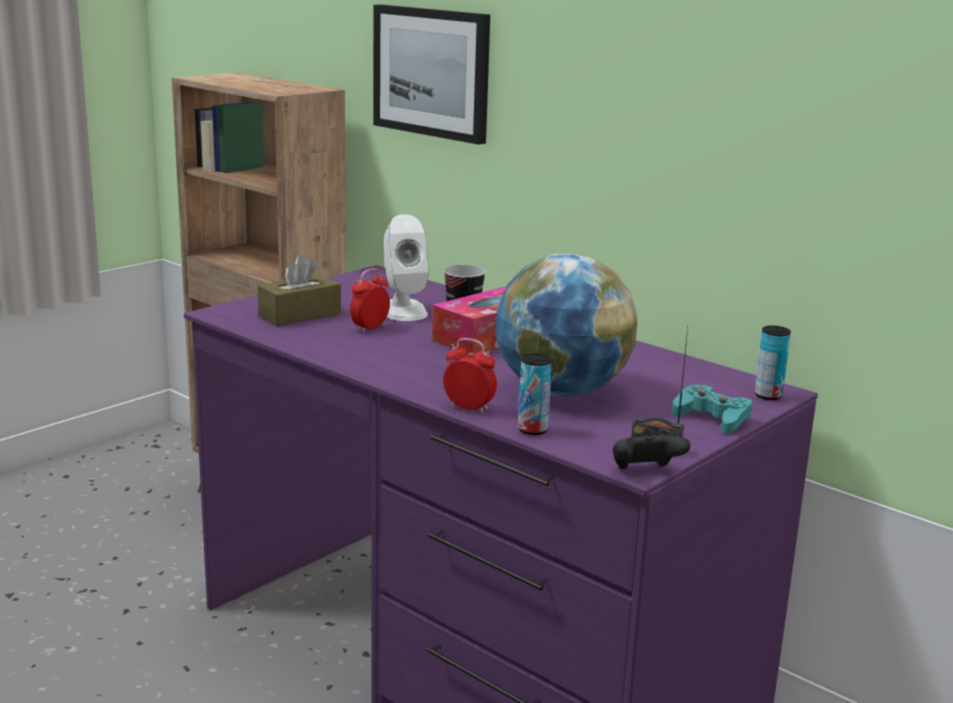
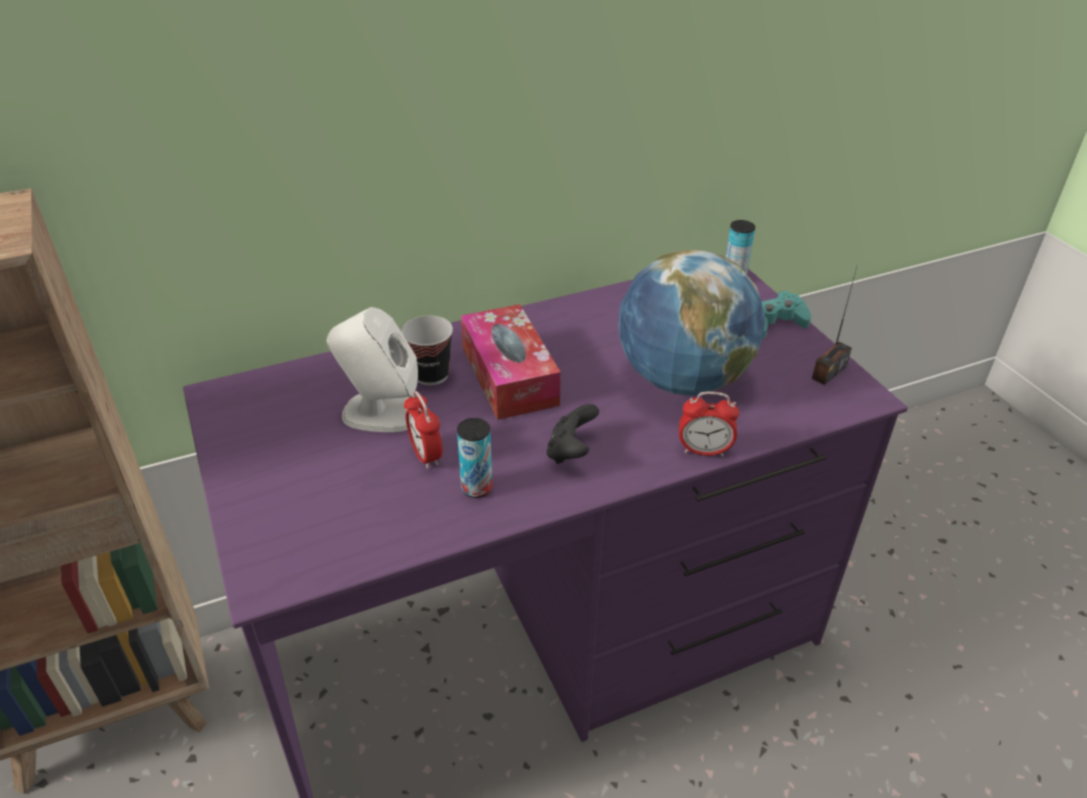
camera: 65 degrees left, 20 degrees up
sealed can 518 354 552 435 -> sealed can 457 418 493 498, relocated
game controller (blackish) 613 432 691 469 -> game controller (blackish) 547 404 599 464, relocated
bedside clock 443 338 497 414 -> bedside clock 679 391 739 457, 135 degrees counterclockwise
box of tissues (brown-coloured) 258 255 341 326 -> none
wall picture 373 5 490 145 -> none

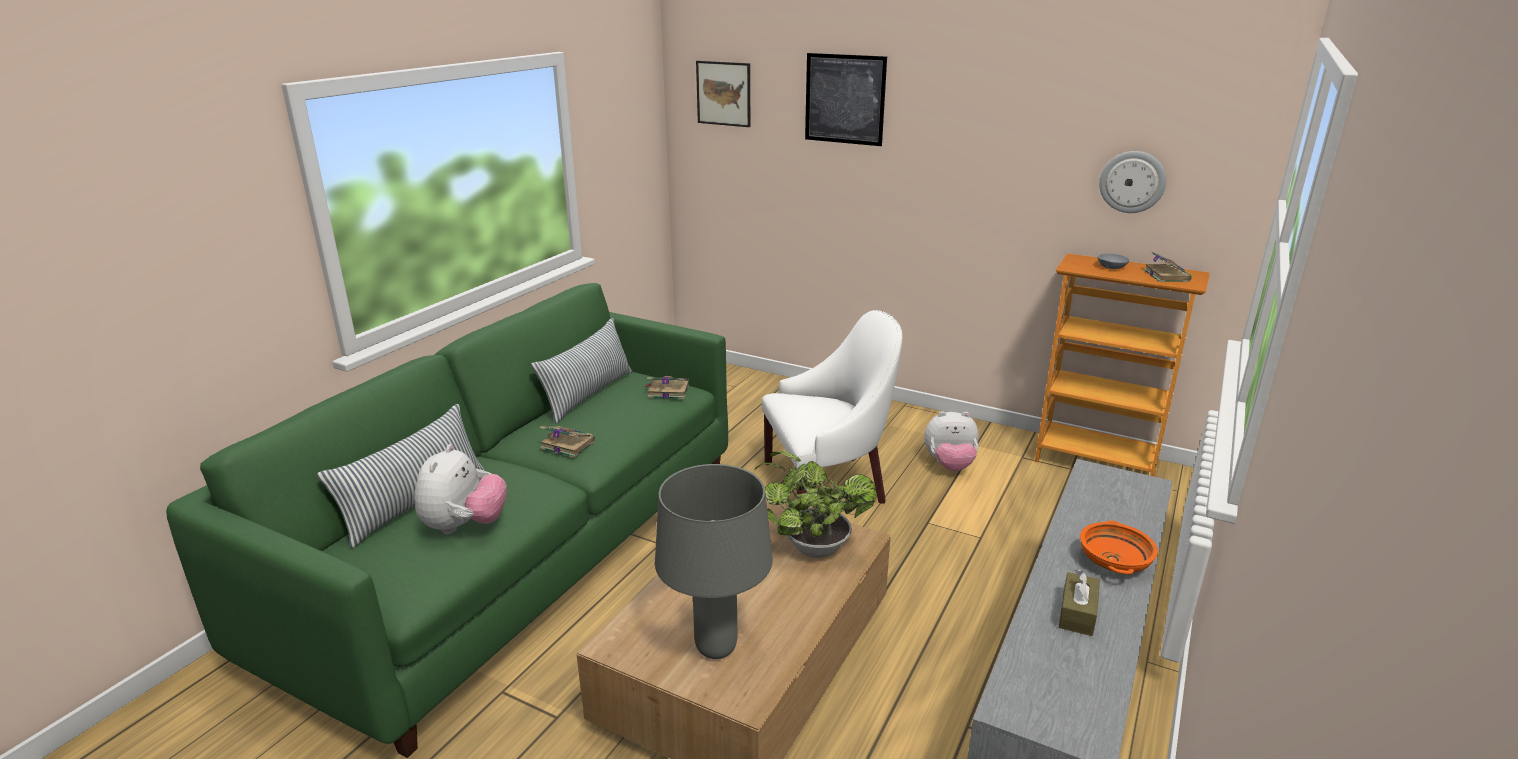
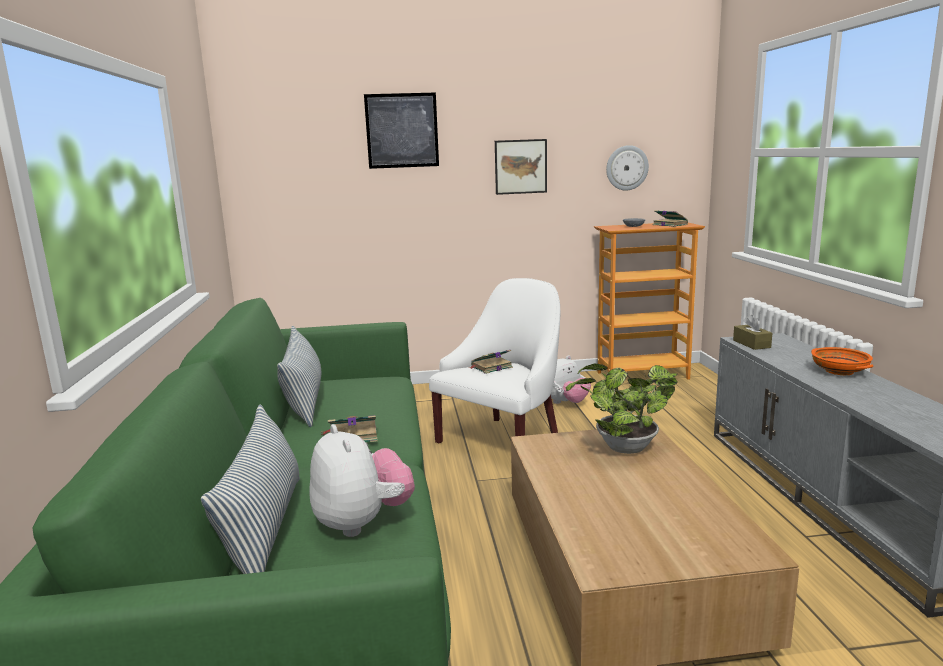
camera: 35 degrees left, 10 degrees down
book 644 376 689 399 -> book 468 350 513 374, relocated
wall picture 696 61 750 127 -> wall picture 495 139 547 195, relocated
box of tissues (brown-coloured) 1059 569 1100 636 -> box of tissues (brown-coloured) 733 315 772 350, relocated
tabletop lamp (gray) 655 464 773 659 -> none

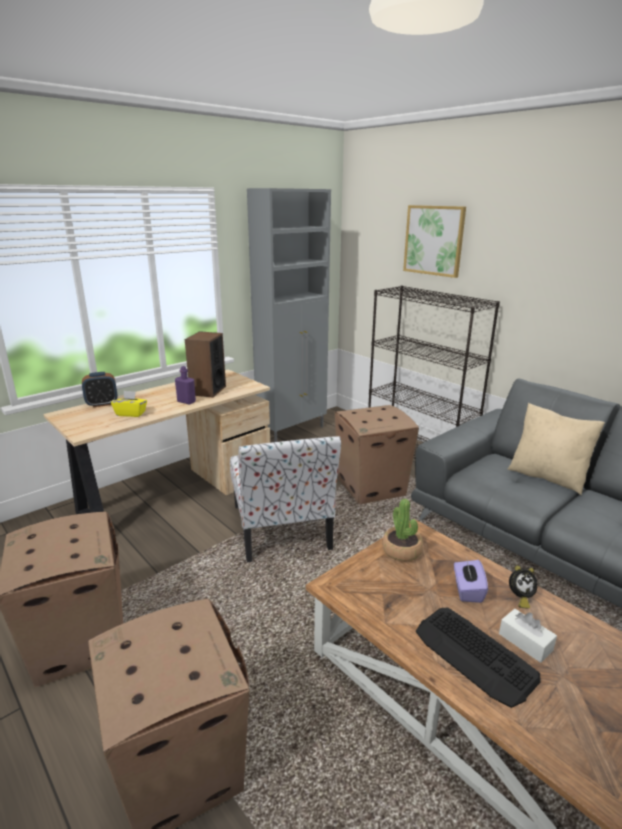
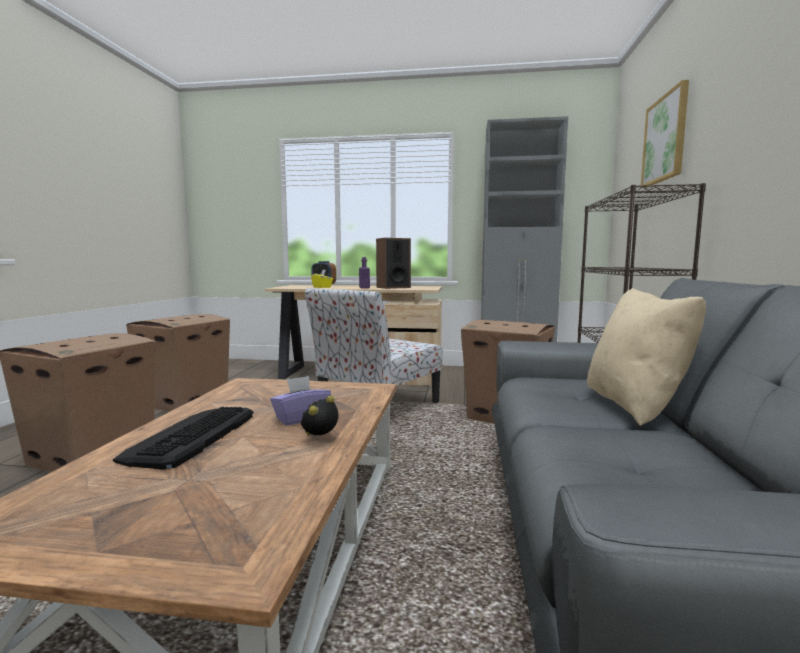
camera: 50 degrees right, 15 degrees down
bedside clock 509 566 538 609 -> bedside clock 301 395 338 435, 90 degrees clockwise
potted plant 382 499 423 561 -> none
box of tissues (white) 499 609 557 663 -> none

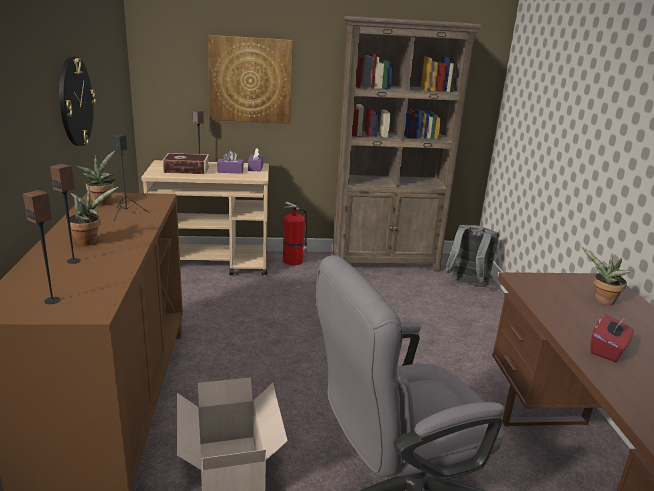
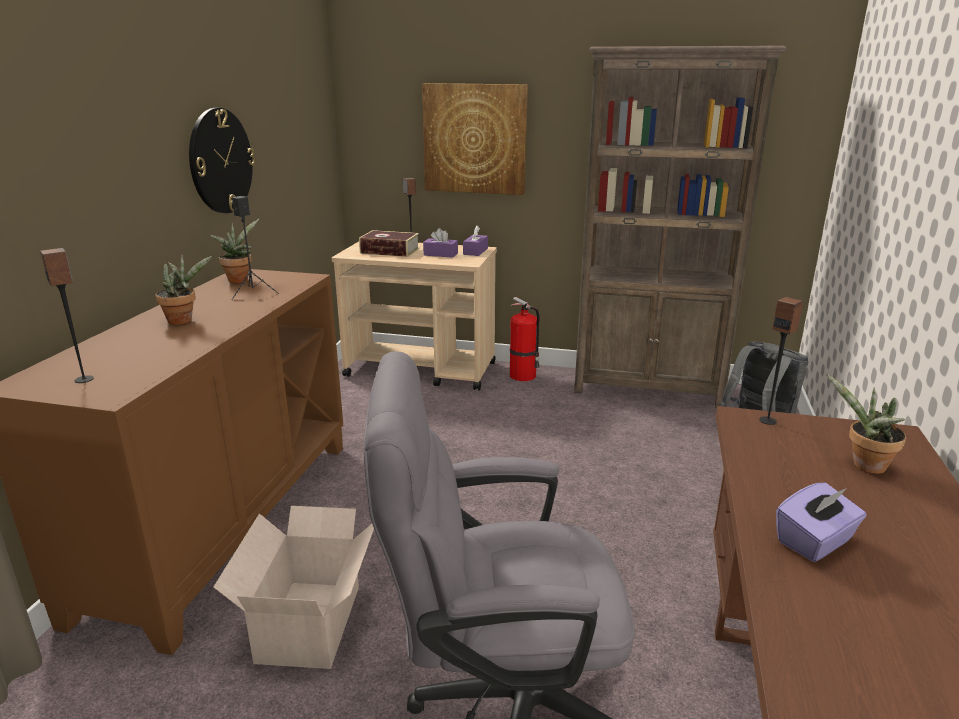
camera: 20 degrees right, 0 degrees up
audio speaker 50 164 81 264 -> audio speaker 759 297 803 425, relocated
box of tissues (red-coloured) 590 314 634 362 -> box of tissues (purplish) 776 483 867 562

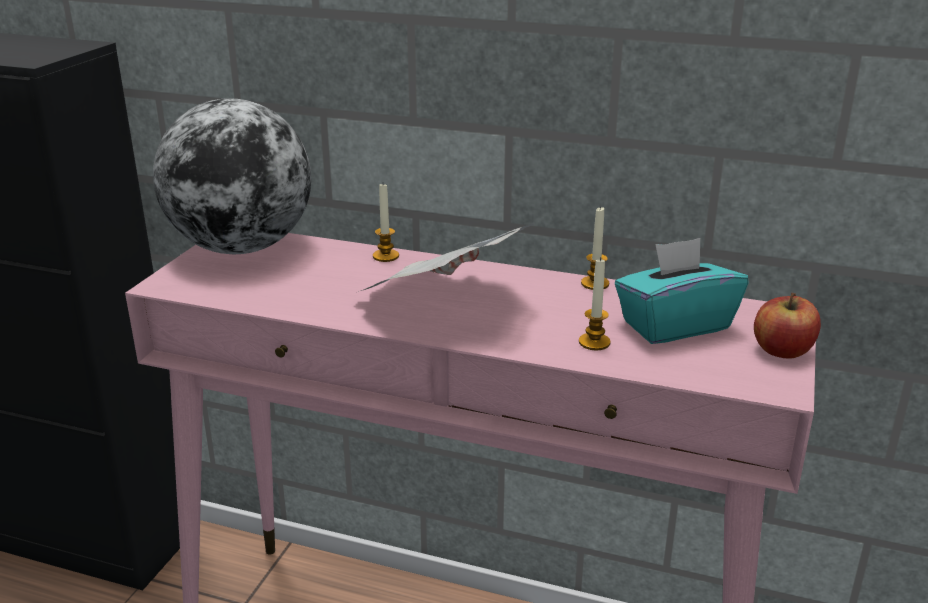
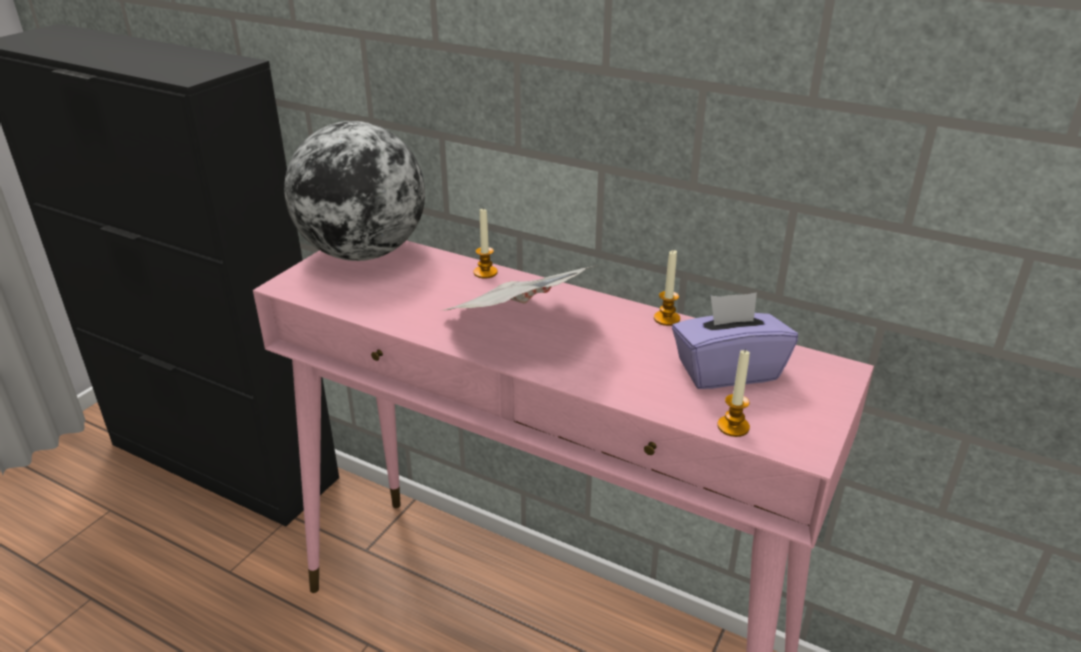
camera: 10 degrees right, 5 degrees up
box of tissues (turquoise-coloured) 615 238 749 344 -> box of tissues (purplish) 672 292 798 389
candle 579 257 611 350 -> candle 717 349 750 437, relocated
apple fruit 754 293 821 358 -> none

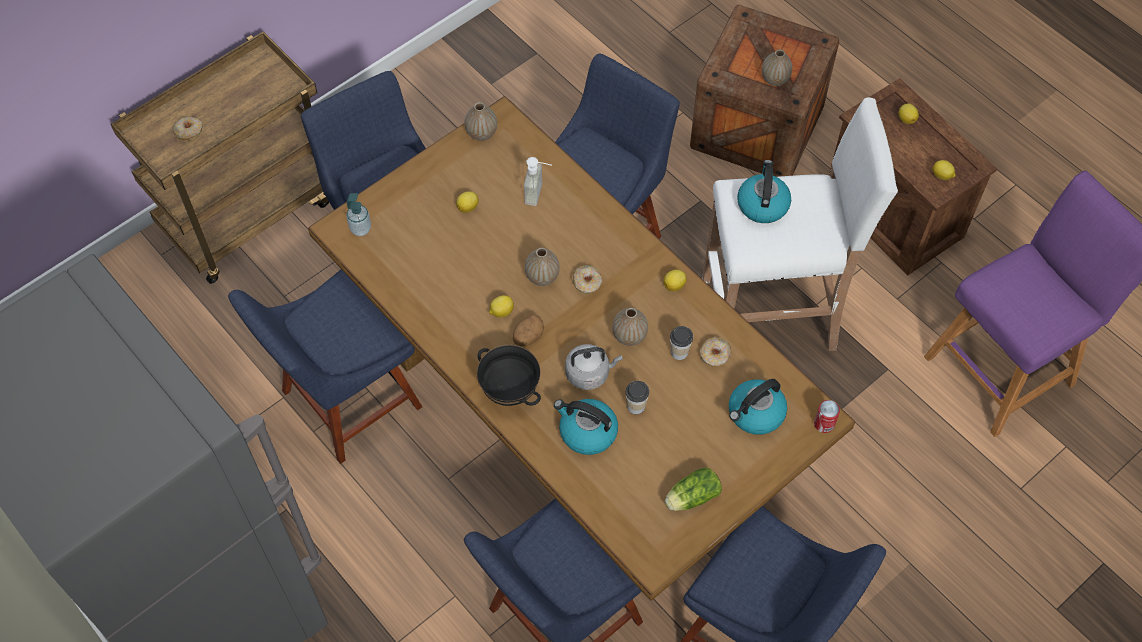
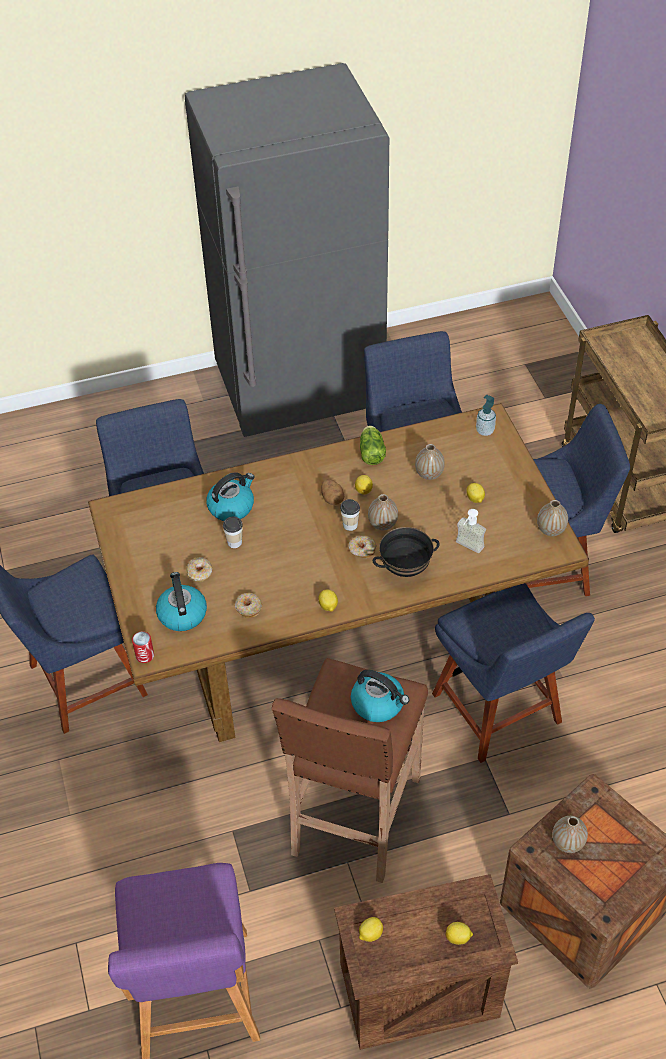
camera: 115 degrees right, 10 degrees down
ring doughnut 173 117 203 141 -> ring doughnut 186 557 212 582, relocated
sitting stool (white) 702 97 898 351 -> sitting stool (brown-coloured) 272 658 428 883
cup 670 326 693 360 -> cup 340 499 360 531, relocated
head of lettuce 665 468 722 511 -> head of lettuce 360 425 386 465, relocated
bowl (blackish) 477 344 541 406 -> bowl (blackish) 373 527 440 577, relocated
decorative vase 612 308 648 346 -> decorative vase 415 444 445 480, relocated
kettle (gray) 565 344 623 390 -> none

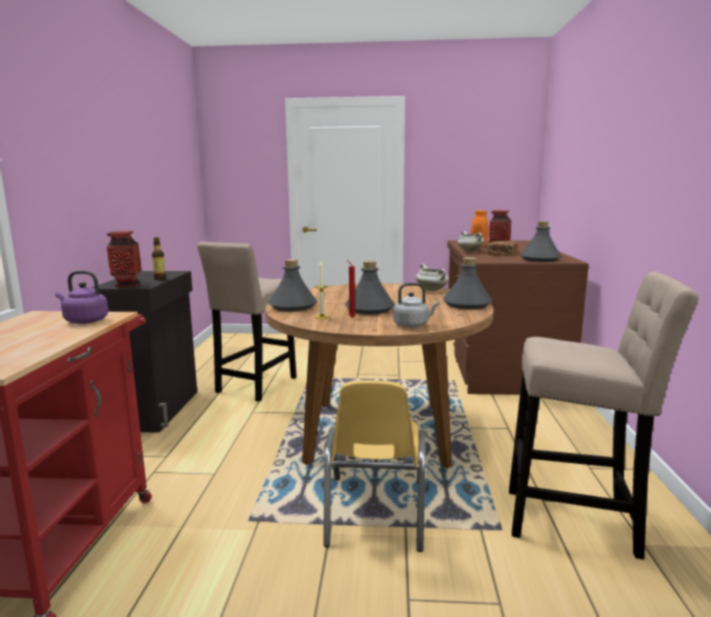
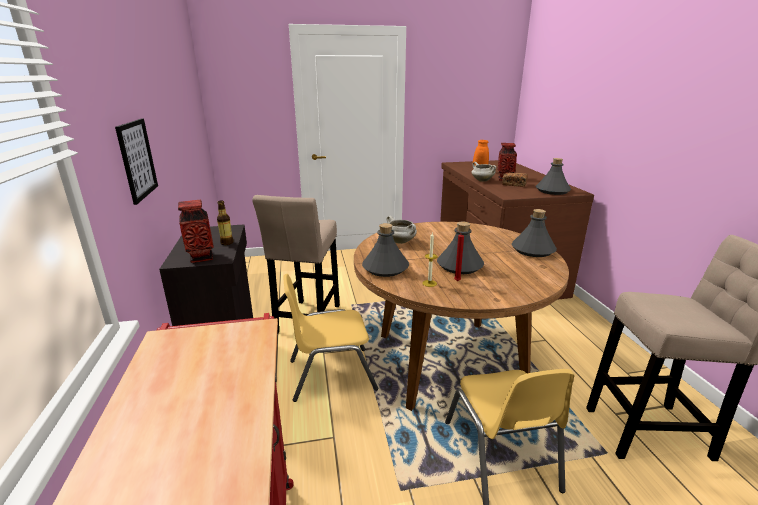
camera: 15 degrees left, 10 degrees up
none -> wall picture 115 119 158 205
none -> upright chair (yellowish) 284 274 378 402
cooking pot (white) 416 264 449 291 -> cooking pot (white) 386 216 417 244, relocated
kettle (purplish) 55 271 109 324 -> none
kettle (gray) 393 283 439 328 -> none

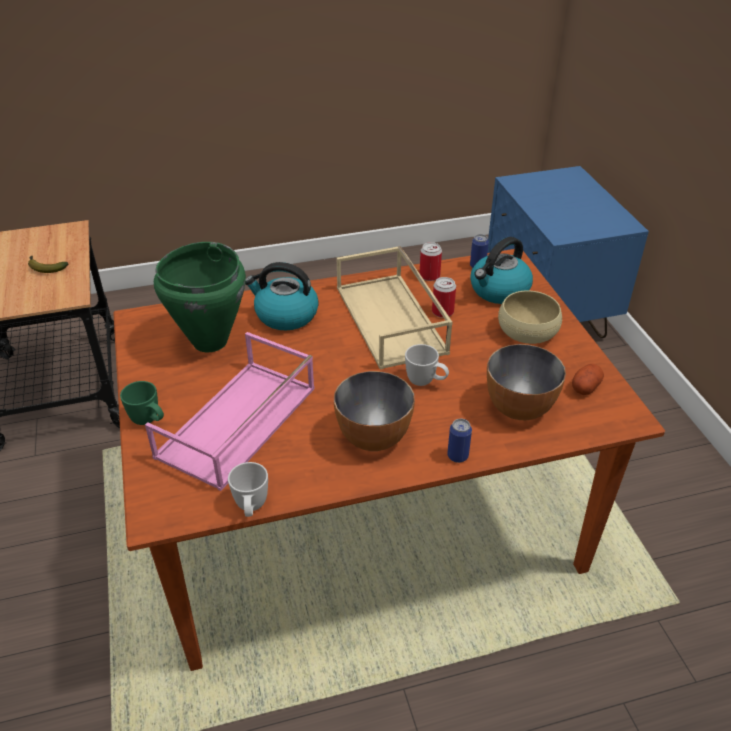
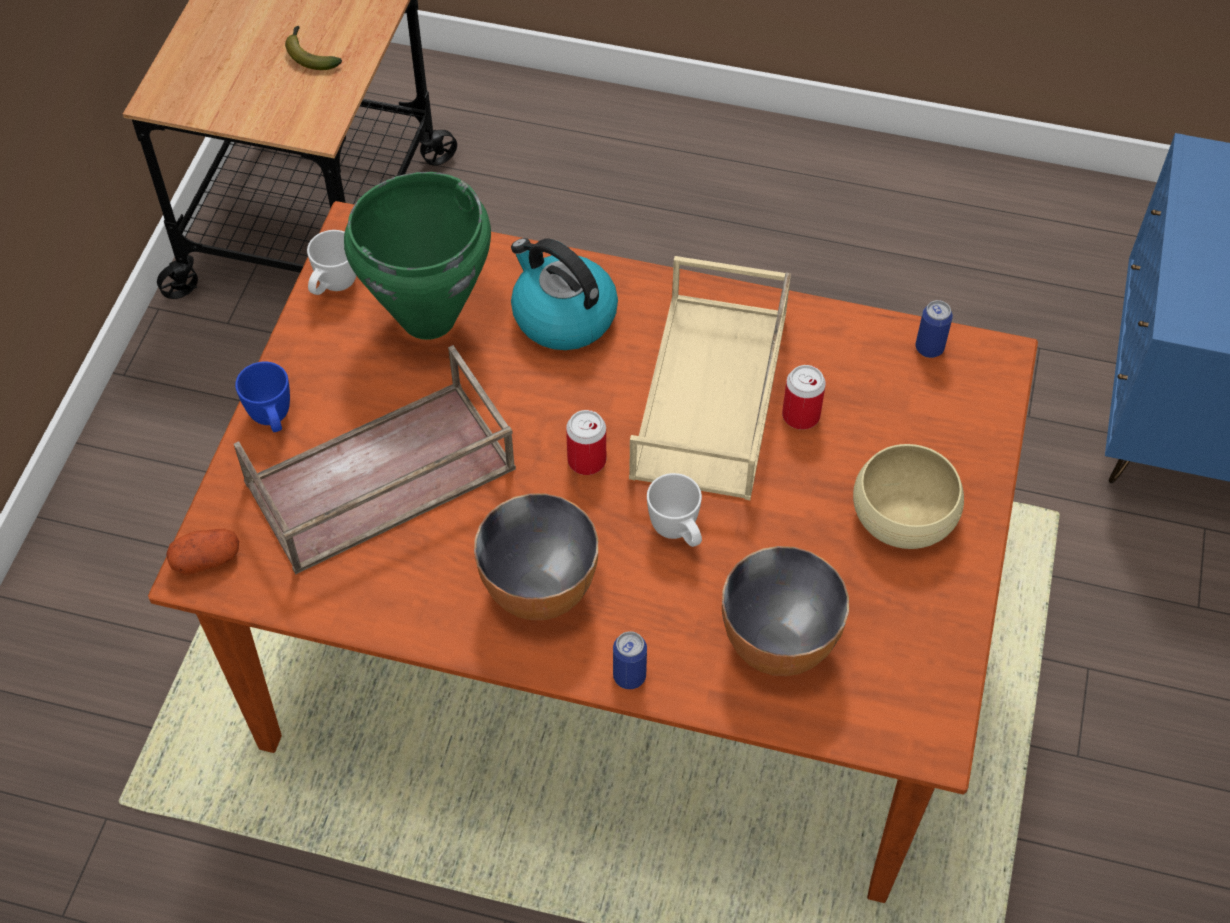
camera: 30 degrees right, 15 degrees up
whole potato 572 364 604 395 -> whole potato 166 529 239 575, relocated
tray (pink) 145 332 315 491 -> tray (brown-coloured) 234 345 516 574
tea mug (green-coloured) 120 381 164 425 -> tea mug (bluish) 235 362 290 432
tea mug (white) 228 462 268 517 -> tea mug (white) 307 230 357 295, relocated
sealed can 419 242 442 281 -> sealed can 566 410 606 475, relocated
kettle 470 237 533 304 -> none

